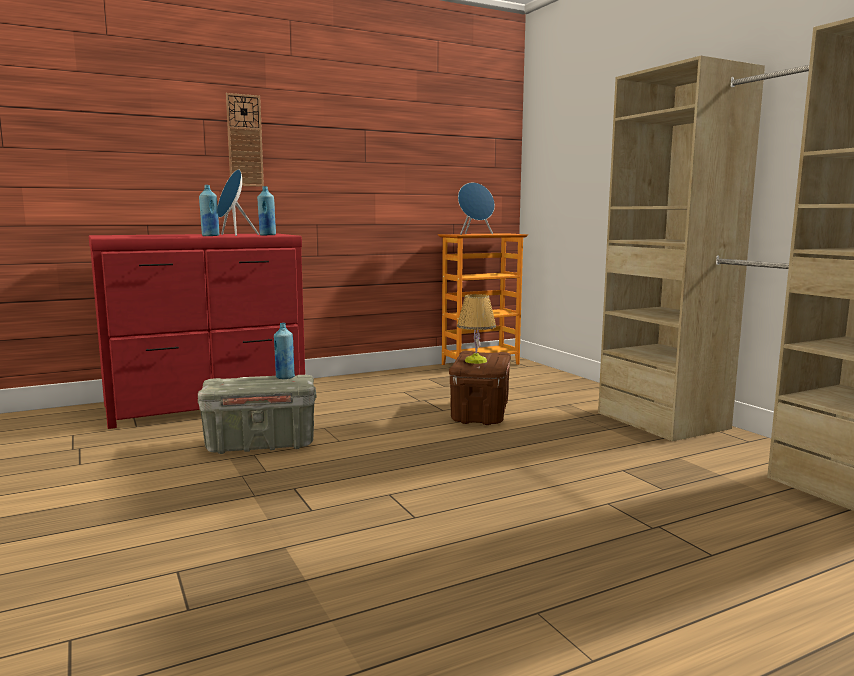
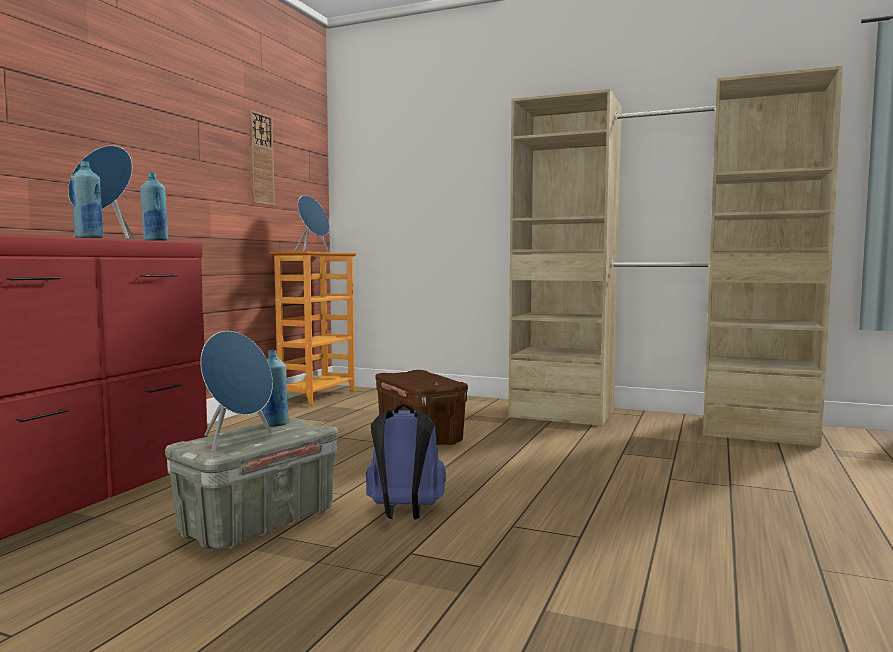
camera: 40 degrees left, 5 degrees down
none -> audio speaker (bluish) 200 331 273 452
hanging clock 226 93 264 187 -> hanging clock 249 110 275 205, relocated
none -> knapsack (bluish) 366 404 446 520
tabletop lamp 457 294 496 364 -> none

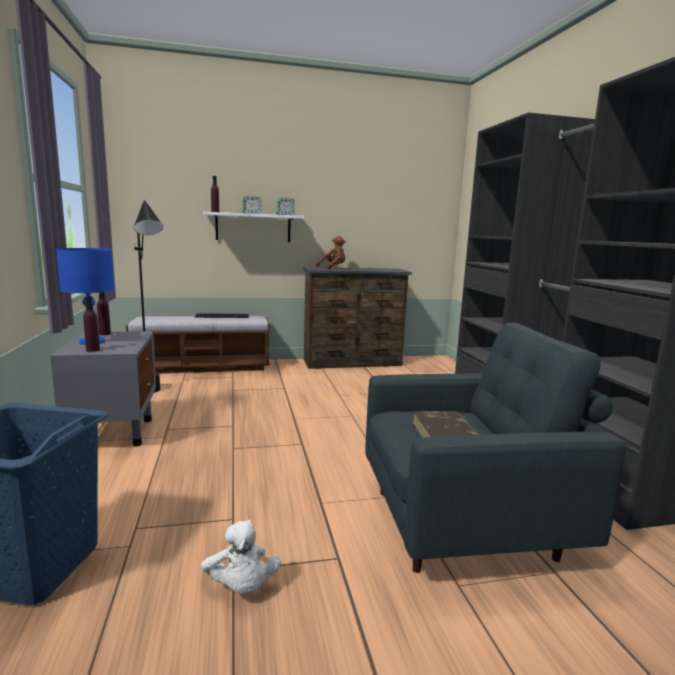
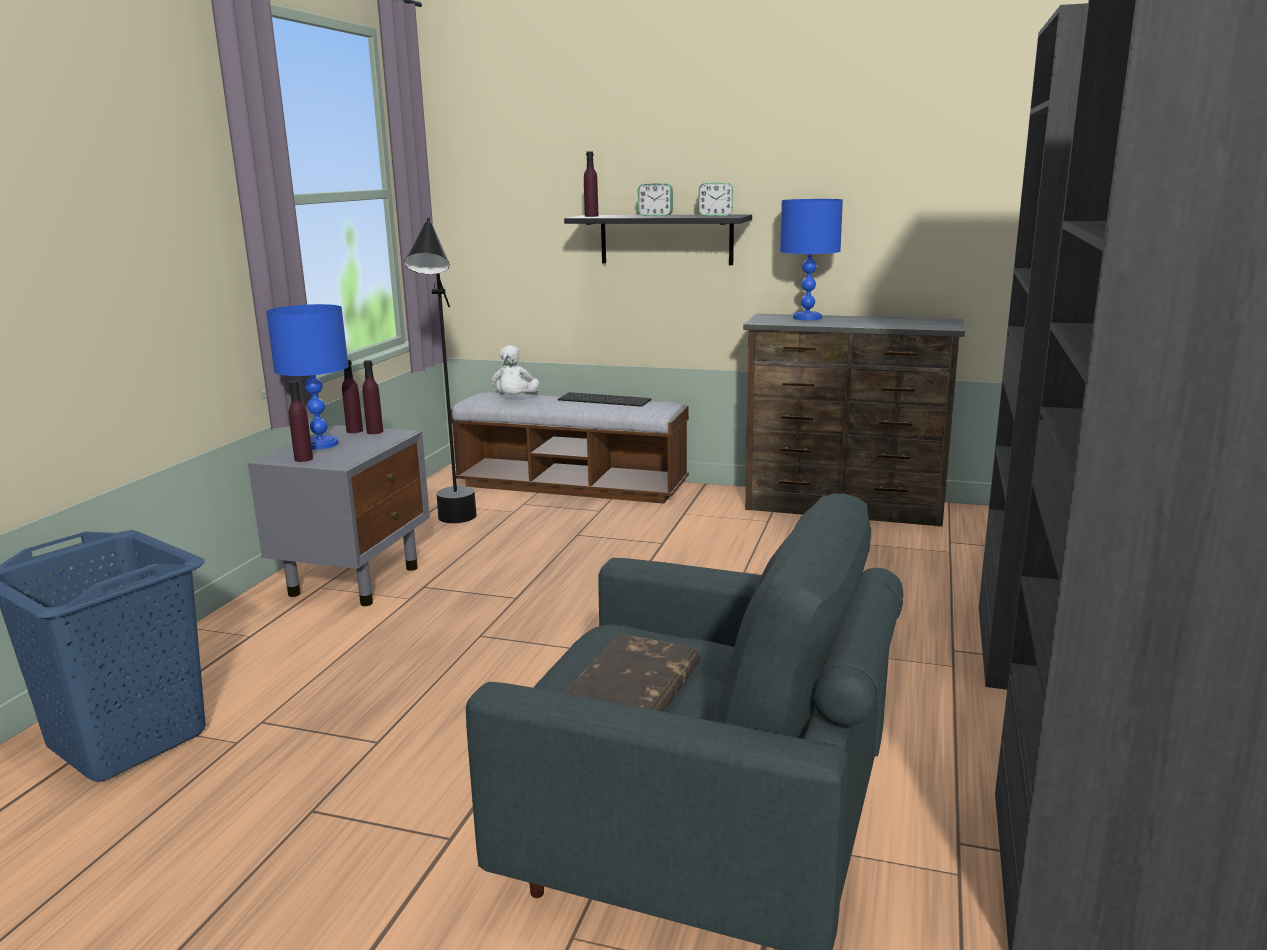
camera: 30 degrees right, 5 degrees up
none -> drink bottle (purplish) 362 360 383 434
soft toy (white) 201 520 281 593 -> soft toy (white) 491 345 539 395, relocated
bracket shelf (white) 203 212 304 242 -> bracket shelf (blackish) 564 215 752 265
soft toy (brown-coloured) 316 236 346 270 -> tabletop lamp (bluish) 780 199 843 320

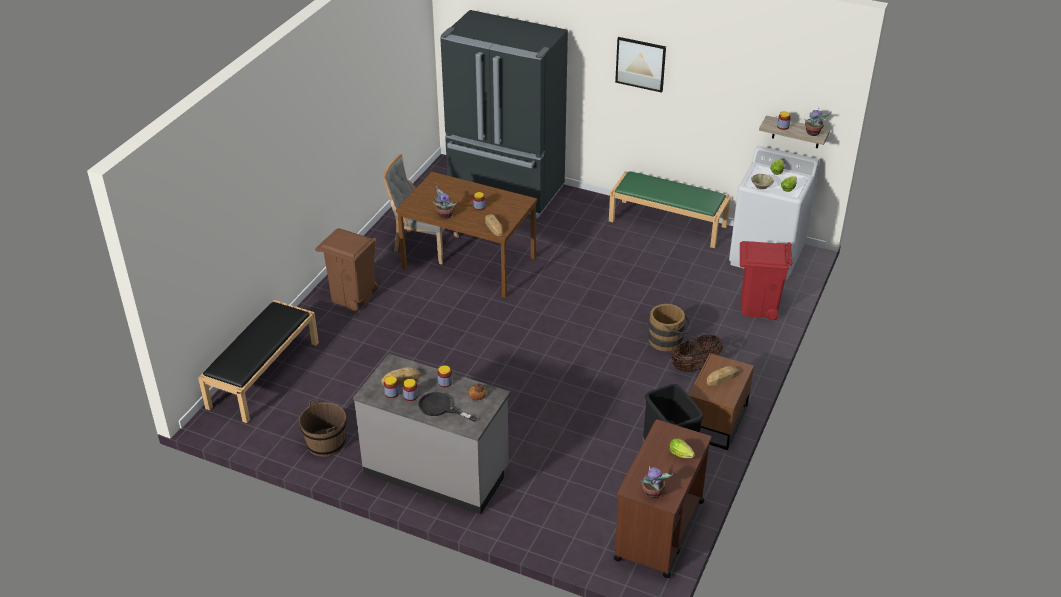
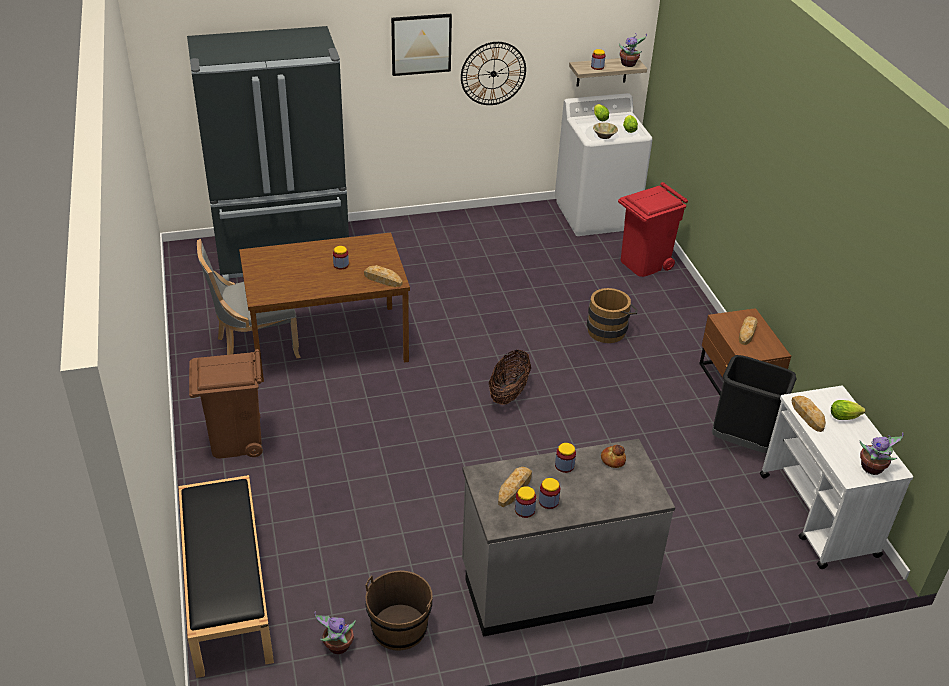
camera: 40 degrees left, 0 degrees up
potted plant 433 186 457 219 -> potted plant 314 611 356 654, relocated
none -> hanging clock 461 42 526 105
household basket 671 335 723 372 -> household basket 489 350 531 405, relocated
trolley (brown-coloured) 614 419 711 578 -> trolley (white) 760 386 913 569
none -> bakery bread 792 396 826 432
pan (blackish) 418 392 478 422 -> none
indoor bench (green-coloured) 609 171 731 248 -> none

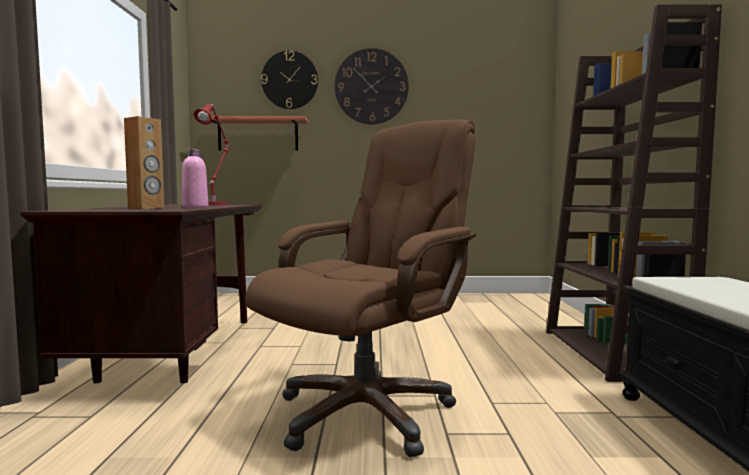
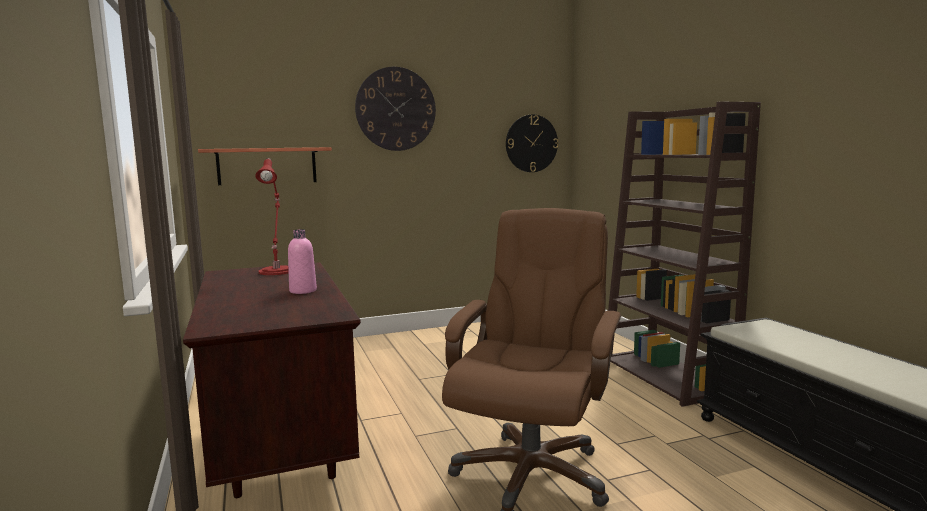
camera: 20 degrees left, 5 degrees up
hanging clock 261 51 318 109 -> hanging clock 506 114 558 172, relocated
audio speaker (brown-coloured) 124 116 164 209 -> none

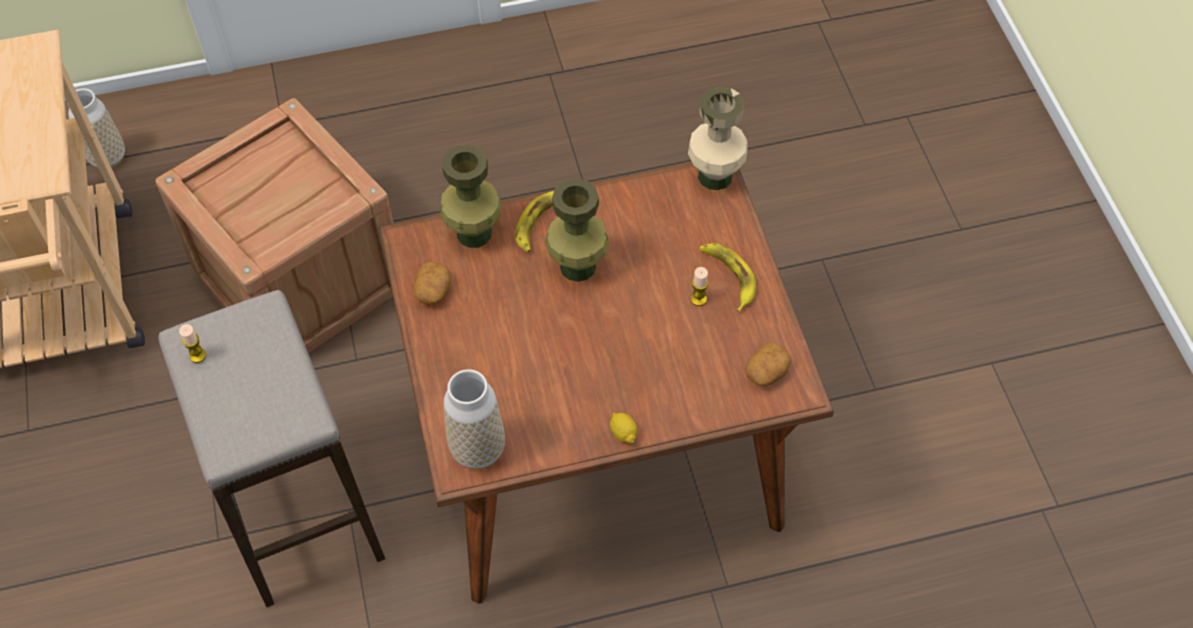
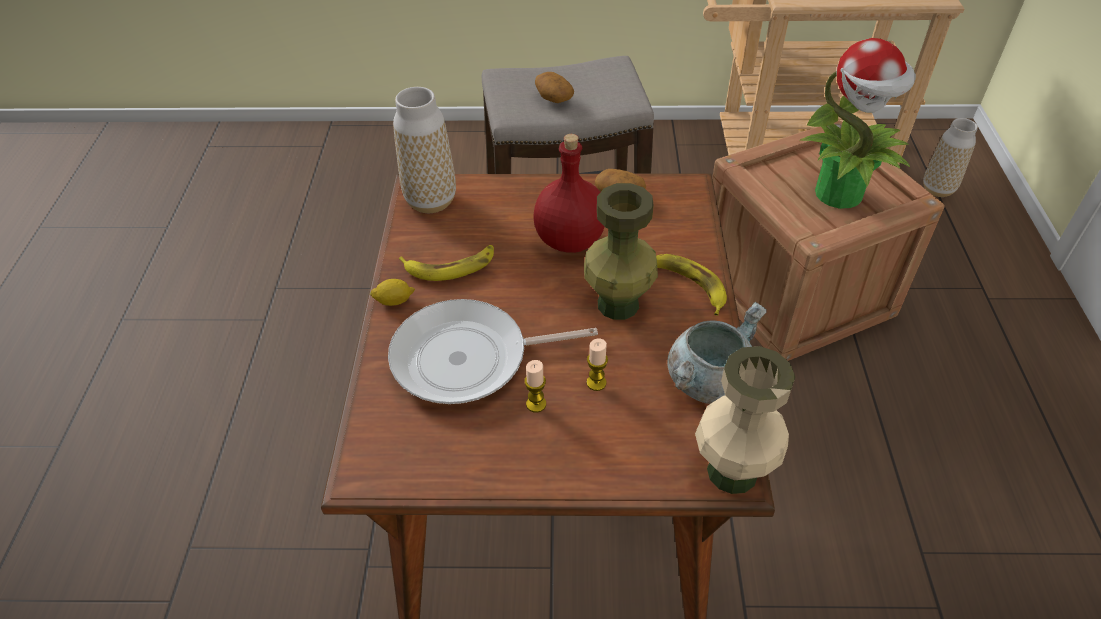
camera: 105 degrees right, 10 degrees down
none -> pan 388 299 598 404
banana fruit 700 243 756 312 -> banana fruit 399 245 494 281, relocated
none -> drink bottle (red-coloured) 533 134 604 253
whole potato 745 343 791 386 -> whole potato 535 72 574 103, relocated
candle 179 324 206 363 -> candle 587 338 608 391, relocated
none -> cooking pot (gray) 667 302 767 404
none -> potted plant 800 38 916 209
decorative vase (green-coloured) 440 145 502 248 -> none

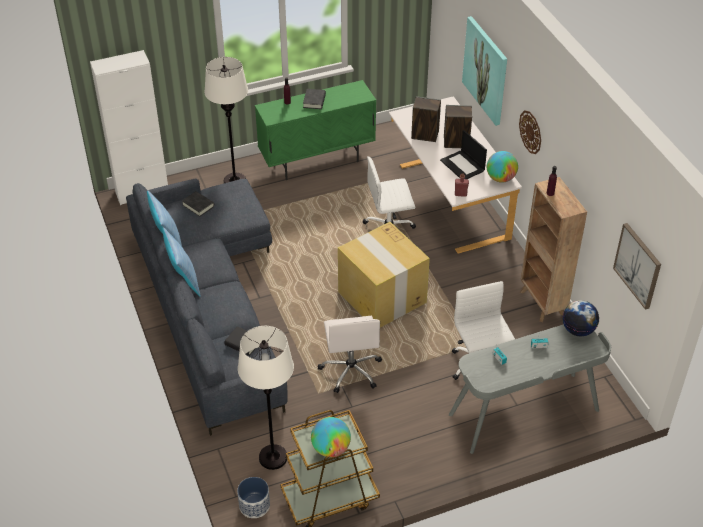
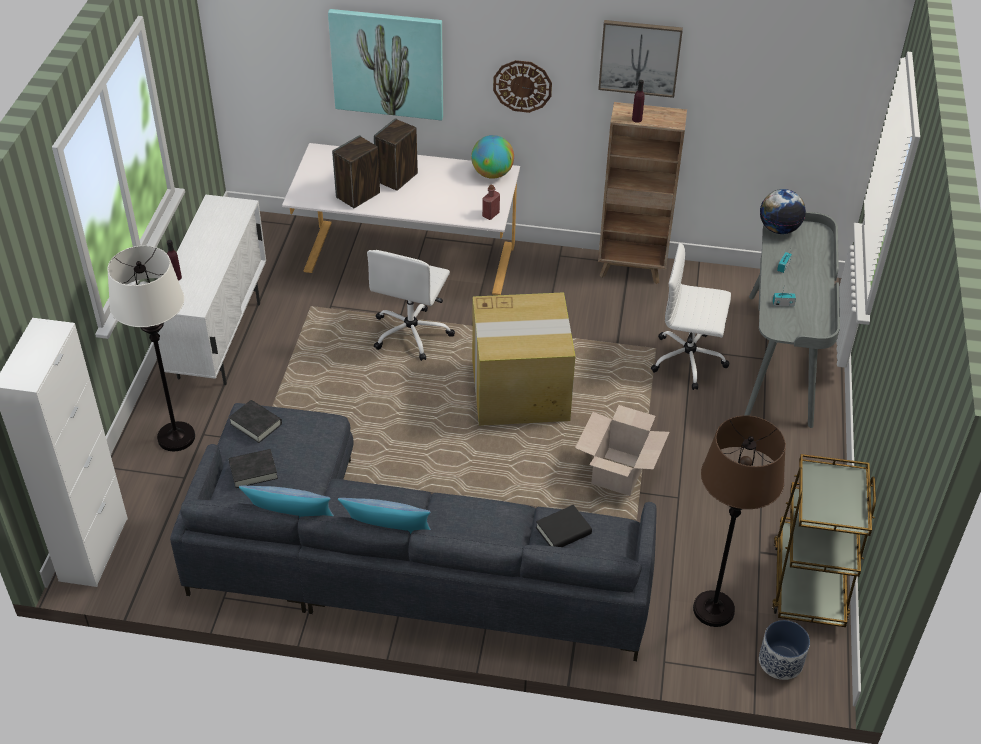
camera: 60 degrees left, 0 degrees up
storage cabinet (green-coloured) 255 80 376 180 -> storage cabinet (white) 158 195 266 385
book (blackish) 303 89 326 109 -> book (blackish) 229 400 282 443, relocated
computer chair (white) 318 316 382 393 -> packing box 575 405 670 496
wall picture 613 223 661 310 -> wall picture 598 20 683 98, relocated
floor lamp (white) 238 326 294 470 -> floor lamp (brown-coloured) 693 416 786 627
desk globe 311 417 351 457 -> none
notebook computer 440 130 487 179 -> none

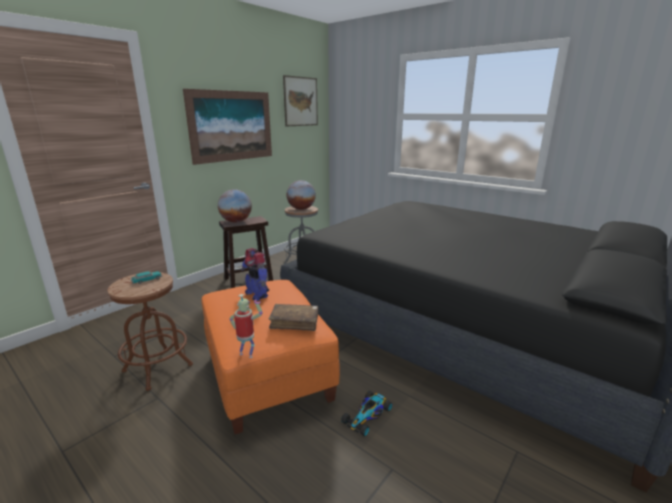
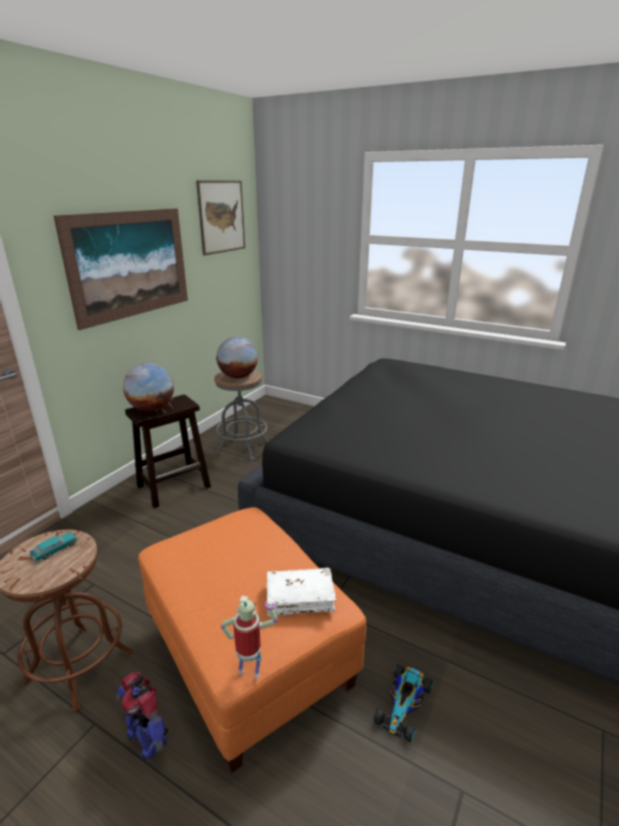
camera: 10 degrees left, 5 degrees up
model robot 241 248 269 301 -> model robot 116 672 168 760, relocated
book (brown-coloured) 269 304 319 331 -> book (white) 267 568 336 616

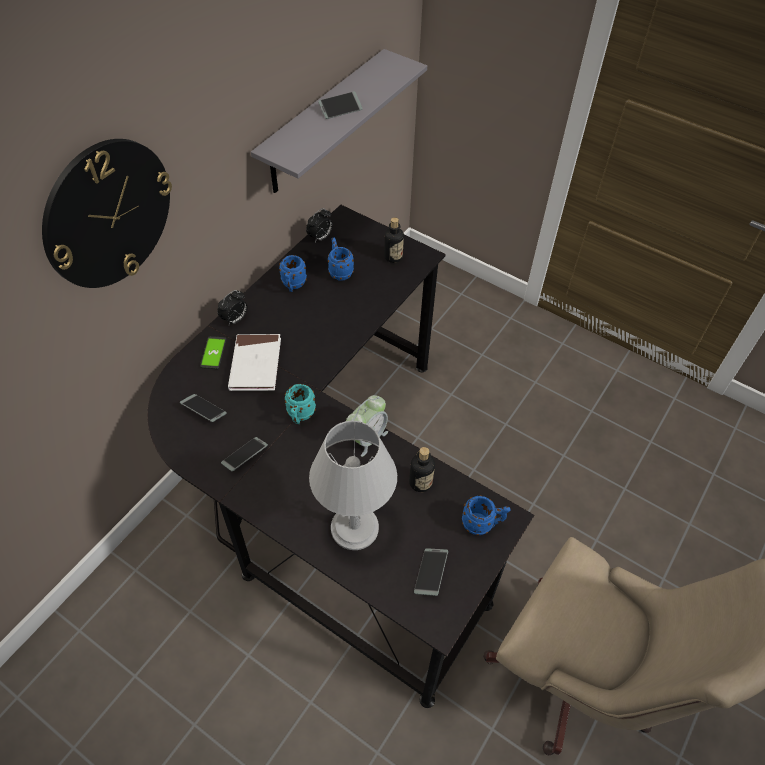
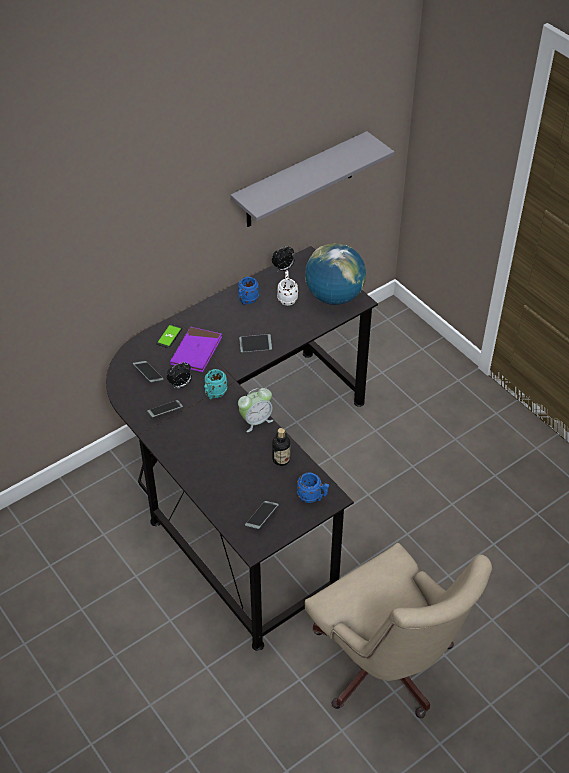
camera: 20 degrees right, 5 degrees down
bedside clock 217 290 248 325 -> bedside clock 167 362 192 389, relocated
book (white) 228 334 281 391 -> book (purplish) 170 327 222 372
telephone 318 91 363 119 -> telephone 239 334 272 352, relocated
tea mug (bluish) 328 238 354 281 -> tea mug (white) 277 270 298 306
drink bottle 384 217 404 263 -> desk globe 305 243 366 305
hanging clock 42 139 172 288 -> none
tabletop lamp (gray) 309 421 397 550 -> none

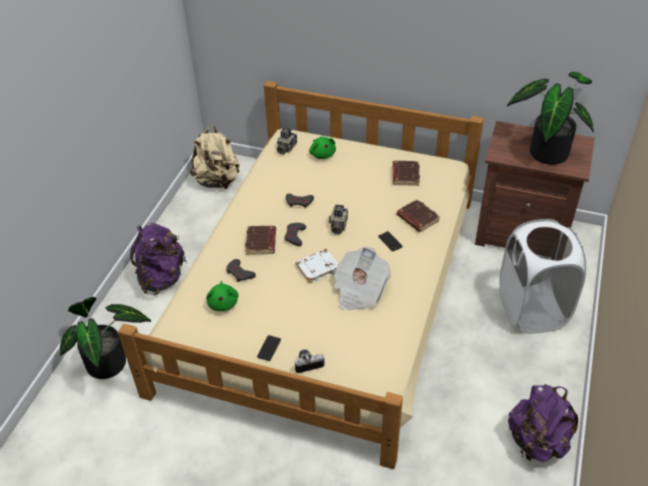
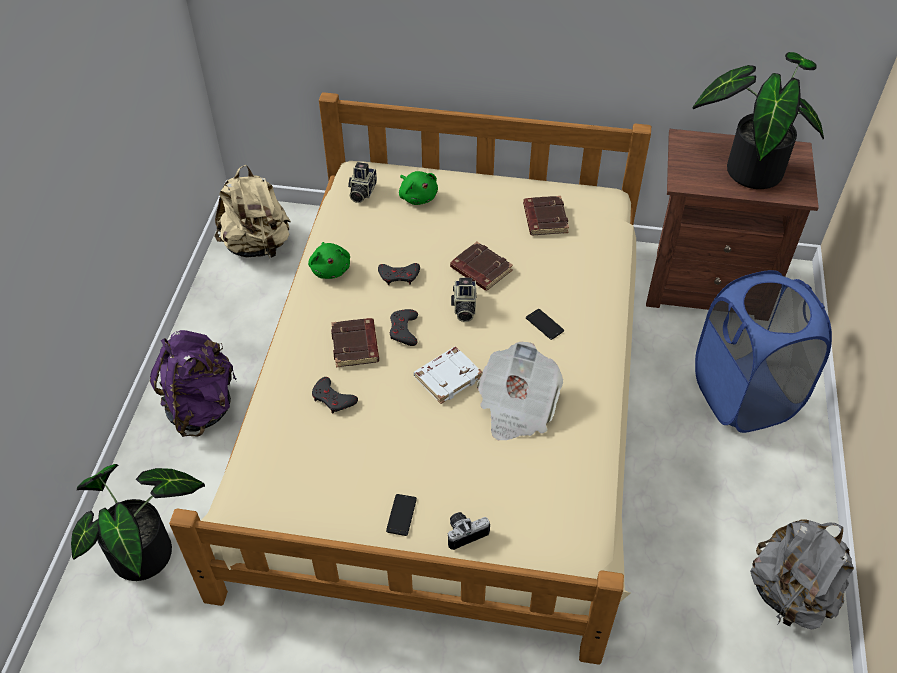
camera: 10 degrees left, 5 degrees up
soft toy (green-coloured) 206 281 239 311 -> soft toy (green-coloured) 308 242 350 279, relocated
book (brown-coloured) 397 199 440 232 -> book (brown-coloured) 450 242 513 291, relocated
washing basket (white) 499 219 586 334 -> washing basket (bluish) 695 270 832 433
knapsack (purplish) 508 384 578 462 -> knapsack (gray) 750 519 854 630

